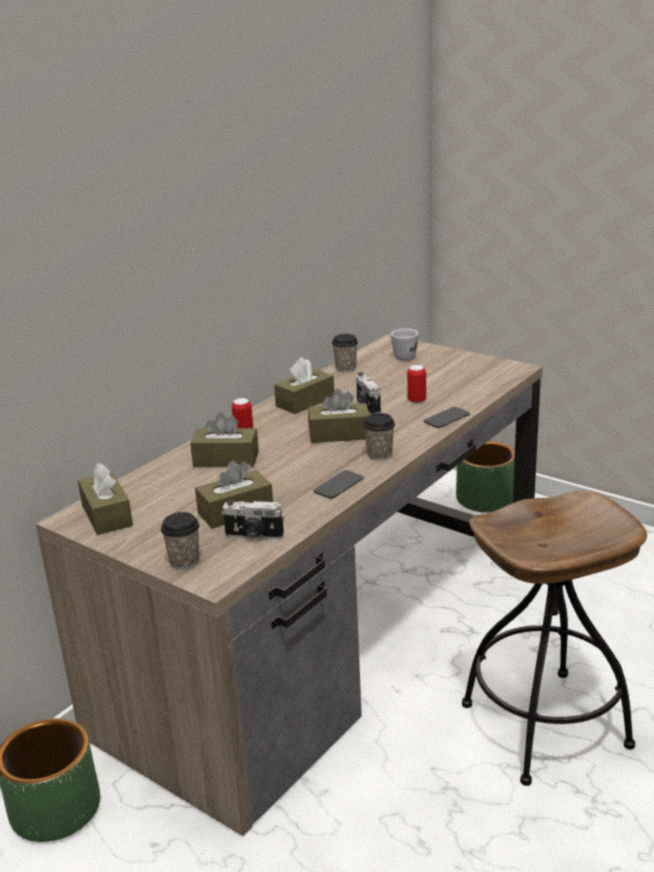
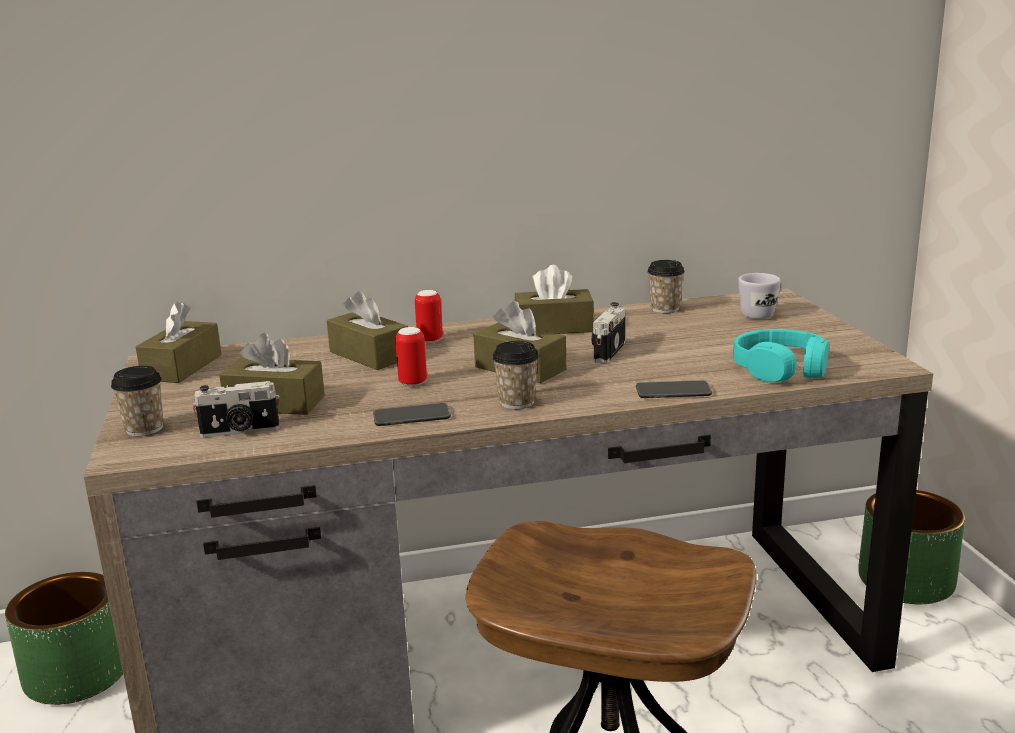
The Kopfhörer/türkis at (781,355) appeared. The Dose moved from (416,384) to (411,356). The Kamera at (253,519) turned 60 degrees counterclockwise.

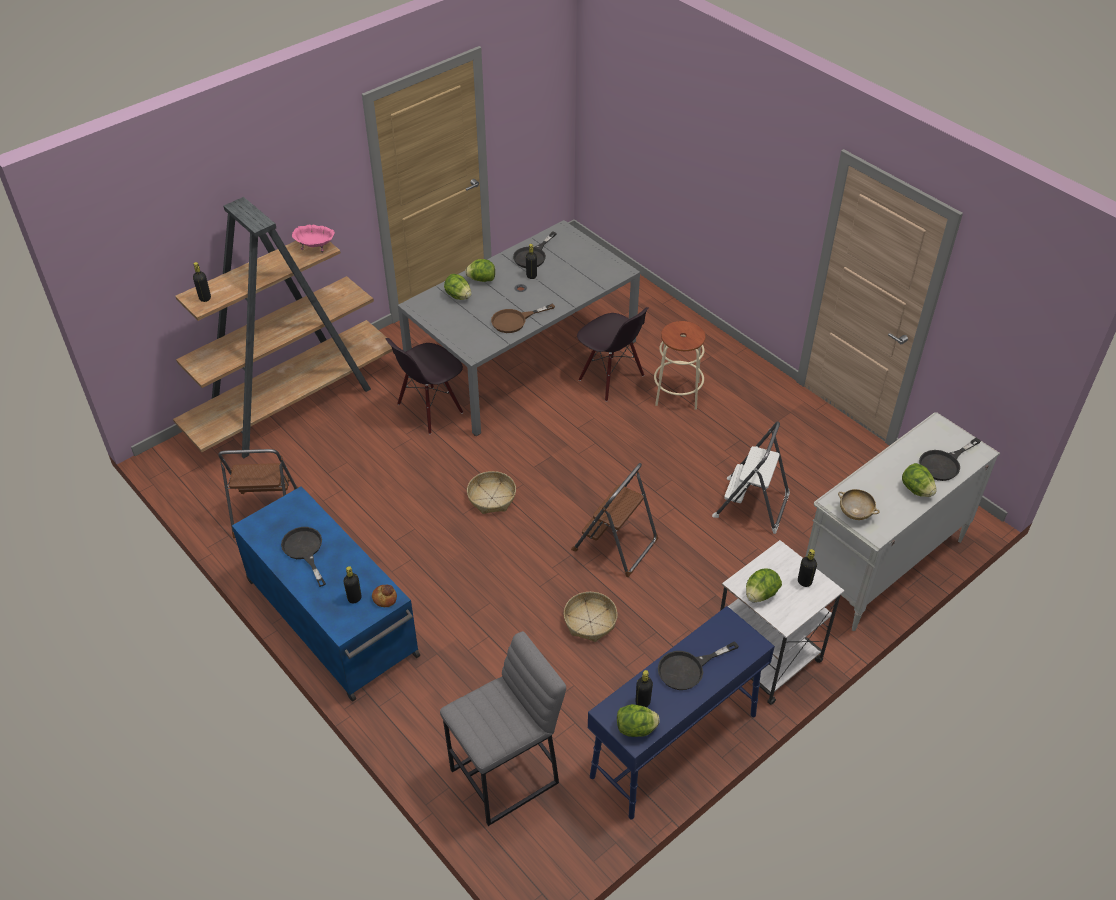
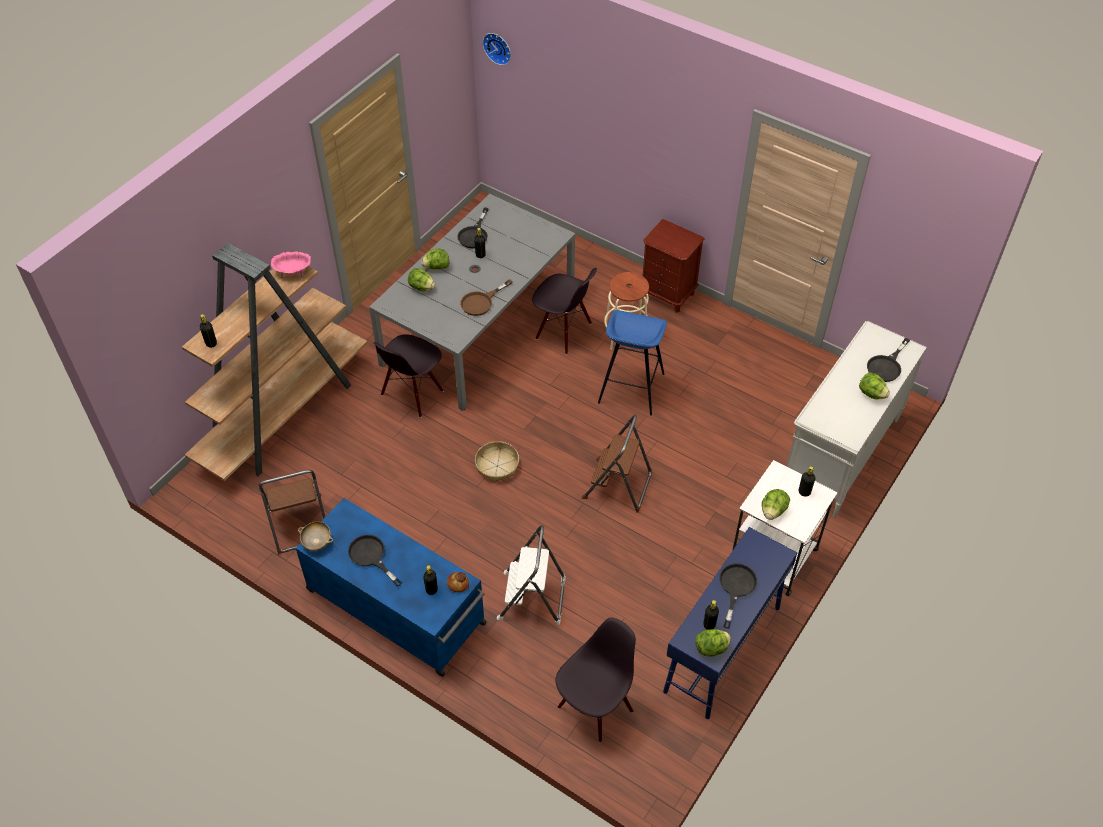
The Korb at (591,617) disappeared. The Wanduhr at (497,49) appeared. The Hocker/blau at (632,362) appeared. The Nachttisch/braun at (674,265) appeared. The Trittleiter/weiß moved from (751,477) to (531,575). The Schüssel/beige moved from (858,504) to (315,536). The Hocker/grau at (503,728) was replaced by the Stuhl/schwarz at (596,680). The Pfanne/schwarz at (698,665) turned 150 degrees clockwise.

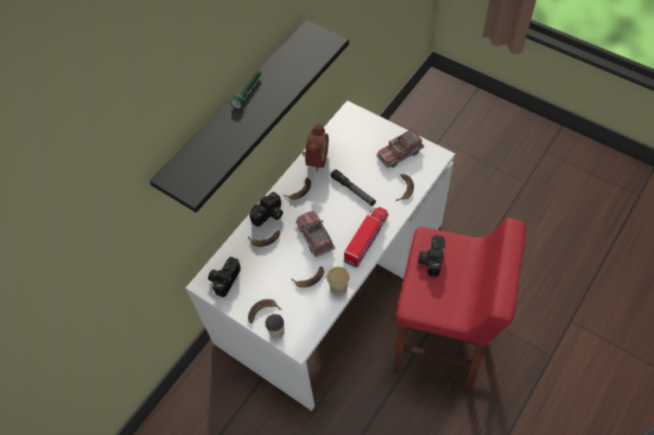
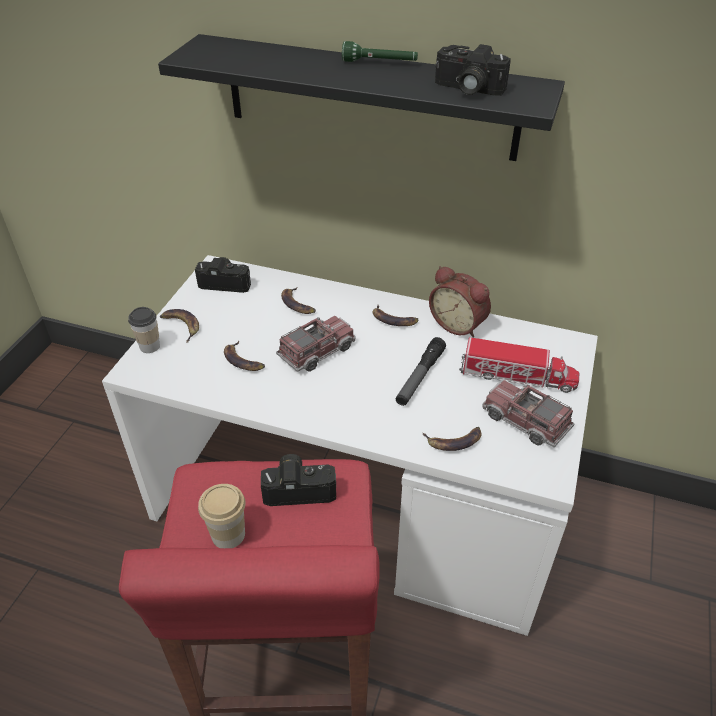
The Kamera moved from (266,209) to (473,70). The Tasse moved from (338,281) to (222,516). The Spielzeuglaster moved from (366,237) to (519,365). The Wecker at (316,147) turned 45 degrees clockwise.

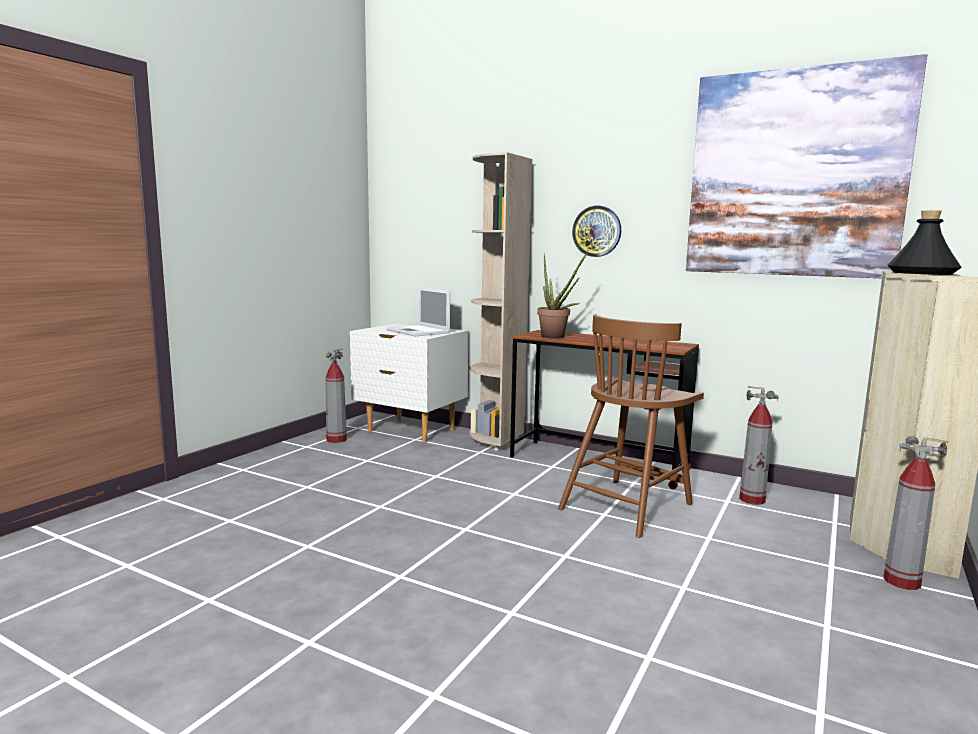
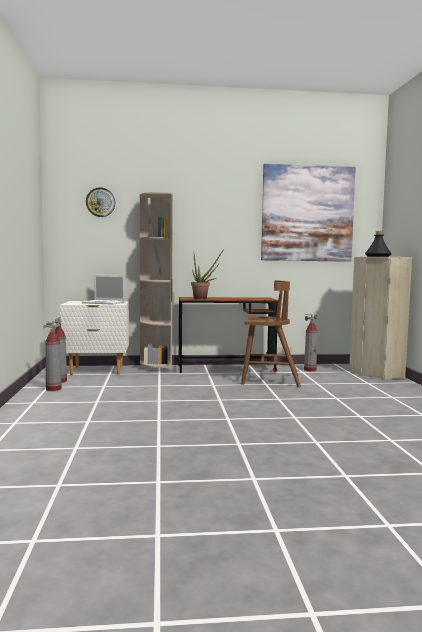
The Wanduhr moved from (596,231) to (100,202). The Feuerlöscher moved from (915,513) to (52,356). The Stuhl/braun at (631,426) turned 90 degrees counterclockwise.

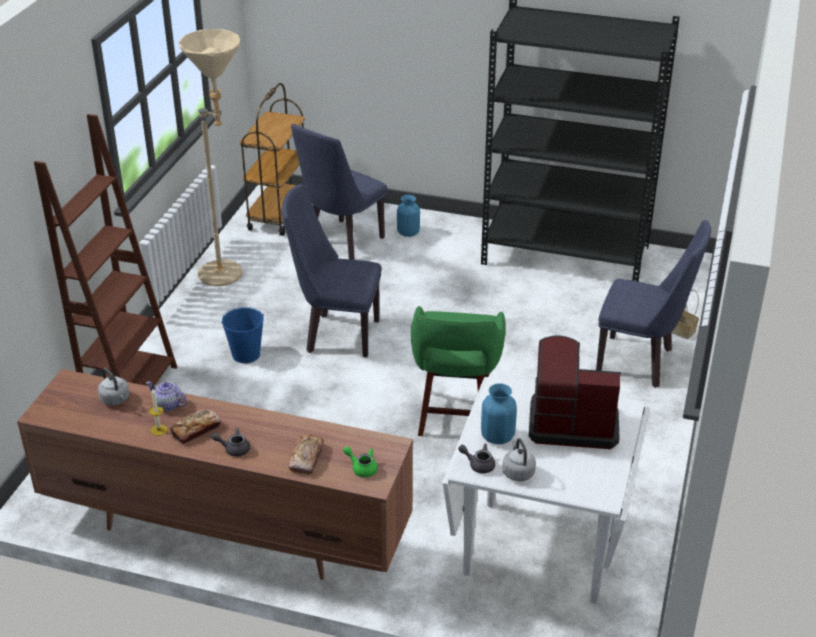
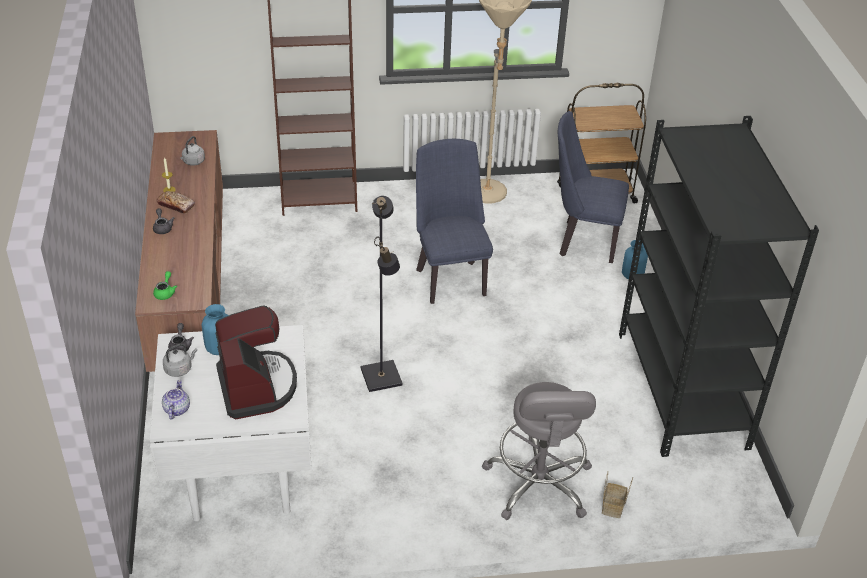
The Eimer/blau at (242,335) disappeared. The Brot at (306,454) disappeared. The Teekanne moved from (166,396) to (176,400). The Hocker/grün at (458,371) was replaced by the Stehlampe/schwarz at (381,294). The Stuhl/blau at (653,304) was replaced by the Hocker/grau at (539,451).

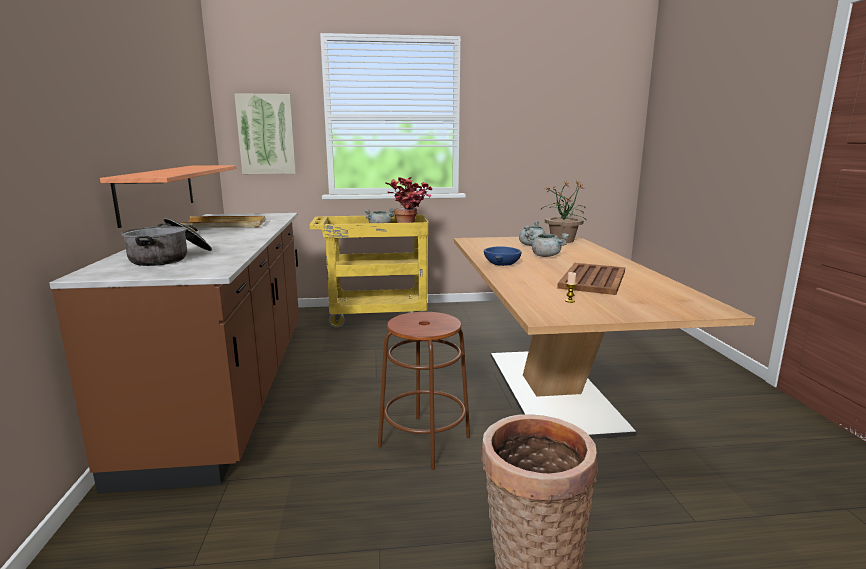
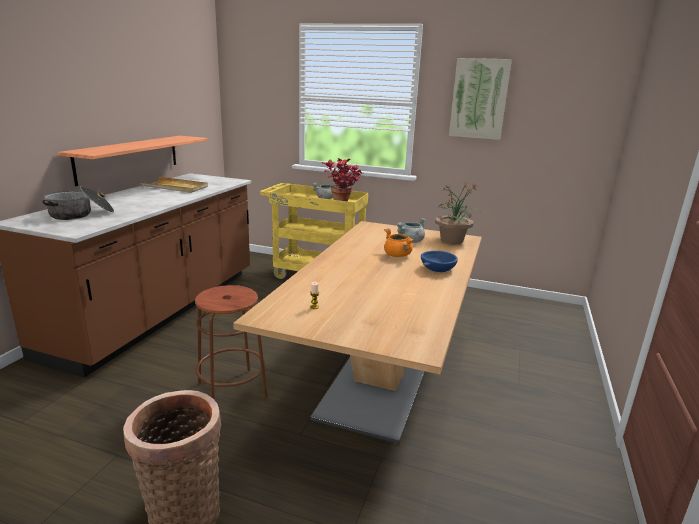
The Tablett/braun at (591,279) disappeared. The Bild moved from (265,133) to (480,99). The Schüssel/blau moved from (503,256) to (439,261). The Kochtopf/grau at (548,243) became the Kochtopf/orange at (399,242).

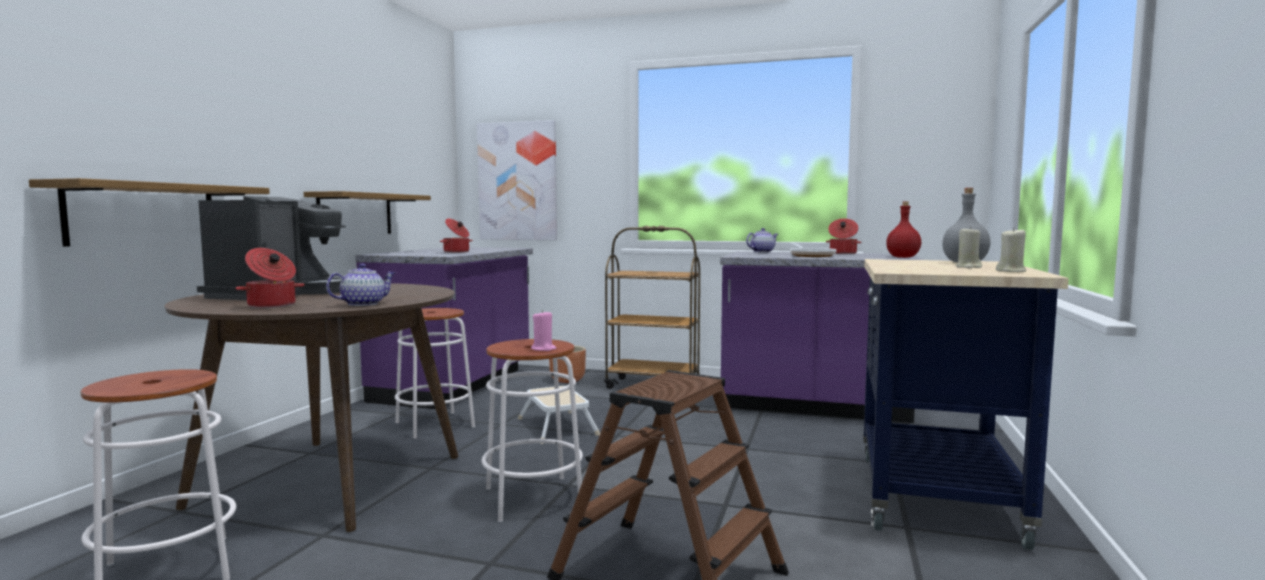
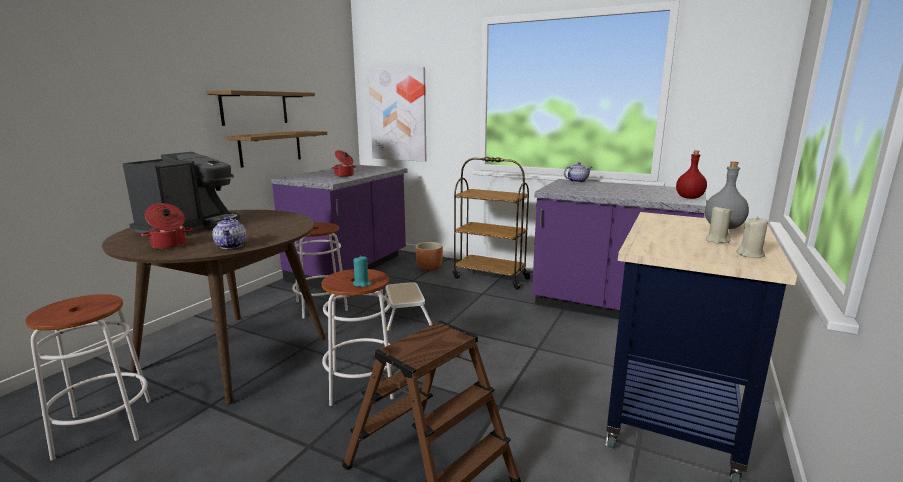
The Pfanne at (813,250) disappeared. The Kochtopf at (844,236) disappeared. The Wandregal moved from (149,212) to (260,108). The Kerze/rosa at (543,330) became the Kerze/türkis at (362,271). The Teekanne at (360,285) turned 105 degrees clockwise.

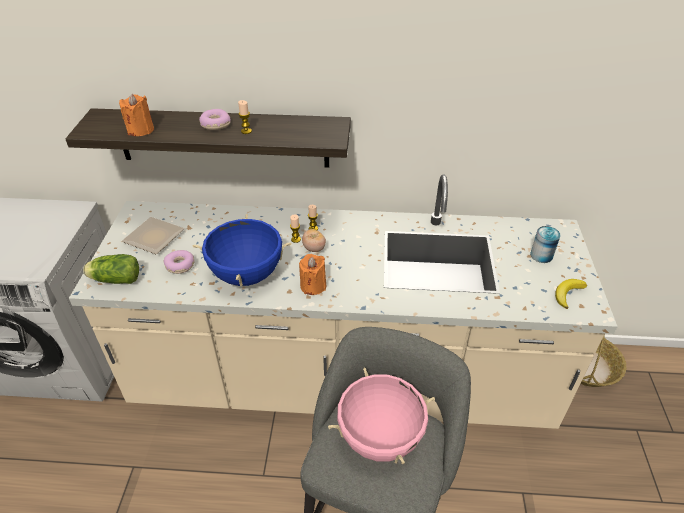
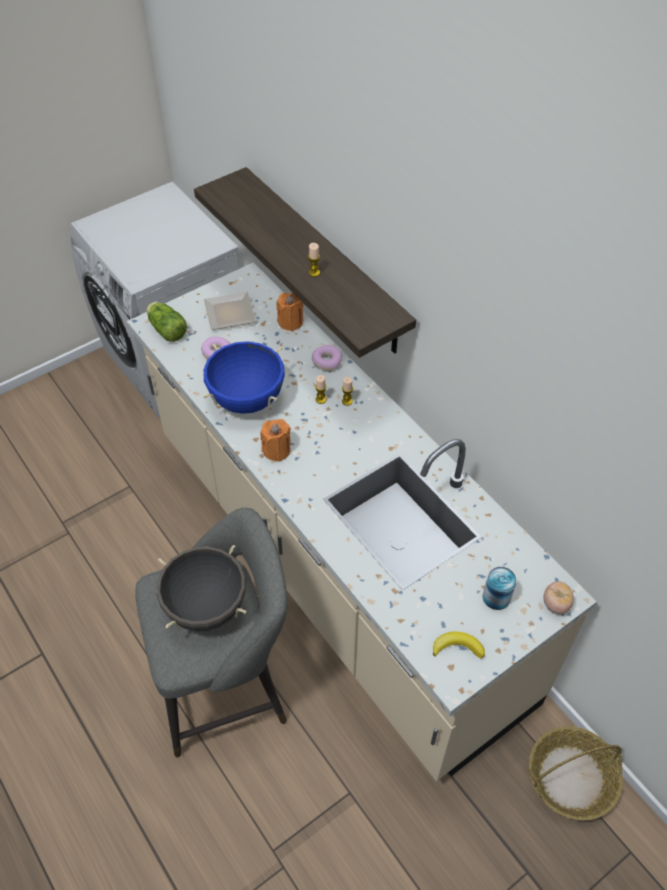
The Kerze/orange moved from (136,114) to (290,312). The Donut moved from (215,119) to (327,358). The Tomate moved from (314,240) to (558,597). The Kochtopf/rosa at (381,416) became the Kochtopf/schwarz at (202,588).

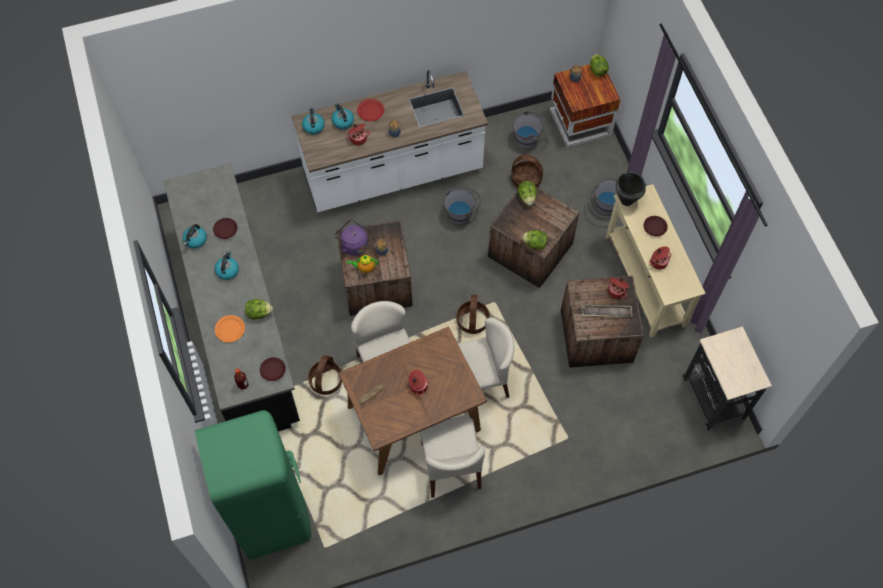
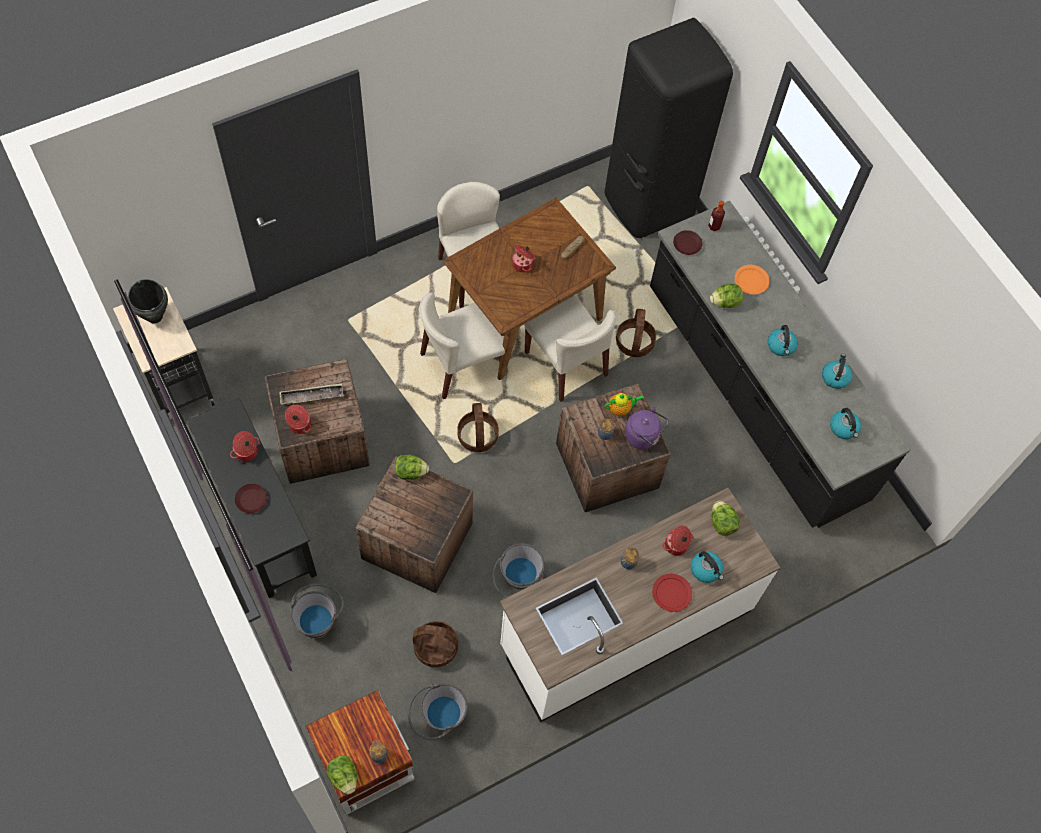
The Teller/braun at (225,228) disappeared. The Wasserkessel moved from (313,120) to (845,423). The Salatkopf moved from (527,193) to (725,518). The Kochtopf/schwarz moved from (630,189) to (148,301). The Kühlschrank/grün at (253,485) became the Kühlschrank/schwarz at (669,128). The Konsolentisch/beige at (656,261) became the Konsolentisch/schwarz at (251,498).

